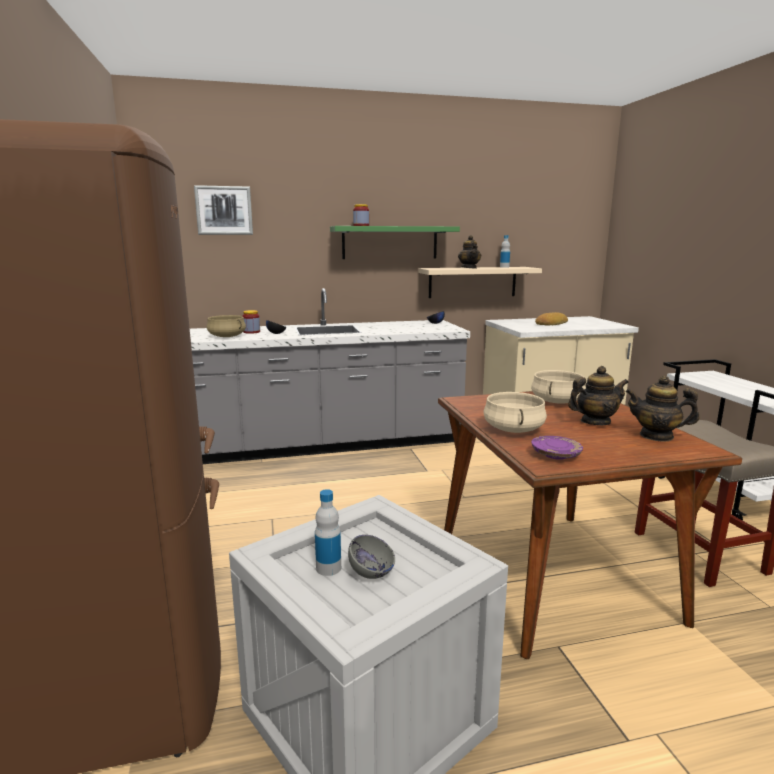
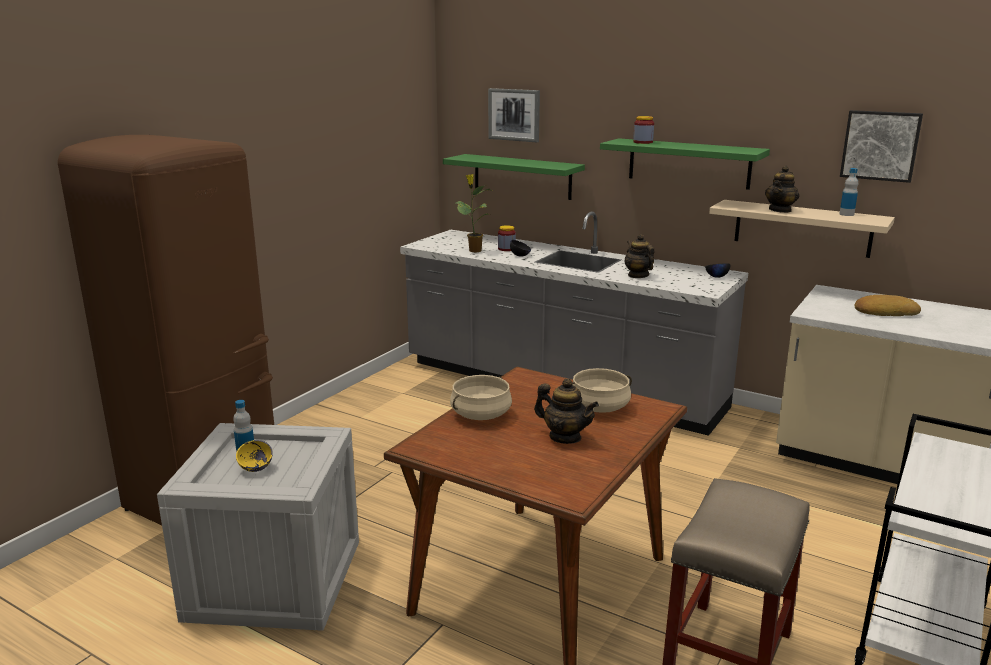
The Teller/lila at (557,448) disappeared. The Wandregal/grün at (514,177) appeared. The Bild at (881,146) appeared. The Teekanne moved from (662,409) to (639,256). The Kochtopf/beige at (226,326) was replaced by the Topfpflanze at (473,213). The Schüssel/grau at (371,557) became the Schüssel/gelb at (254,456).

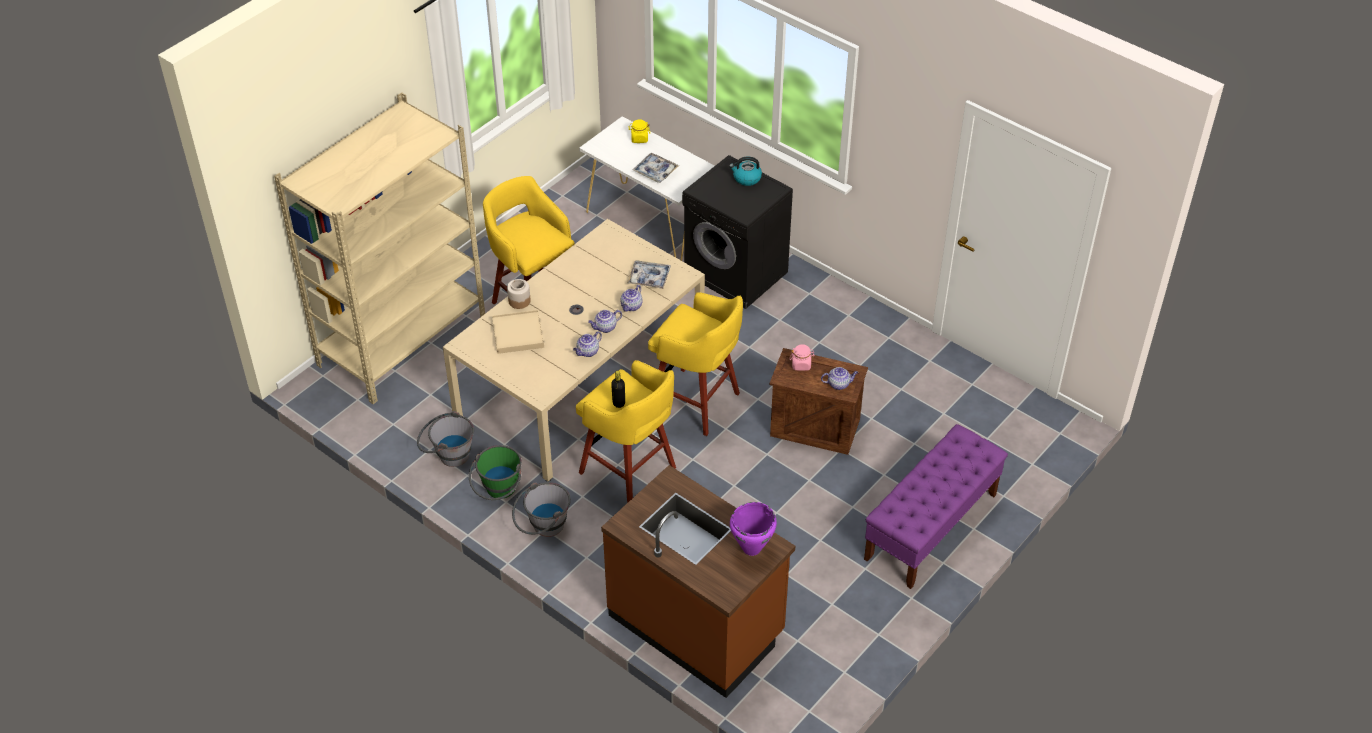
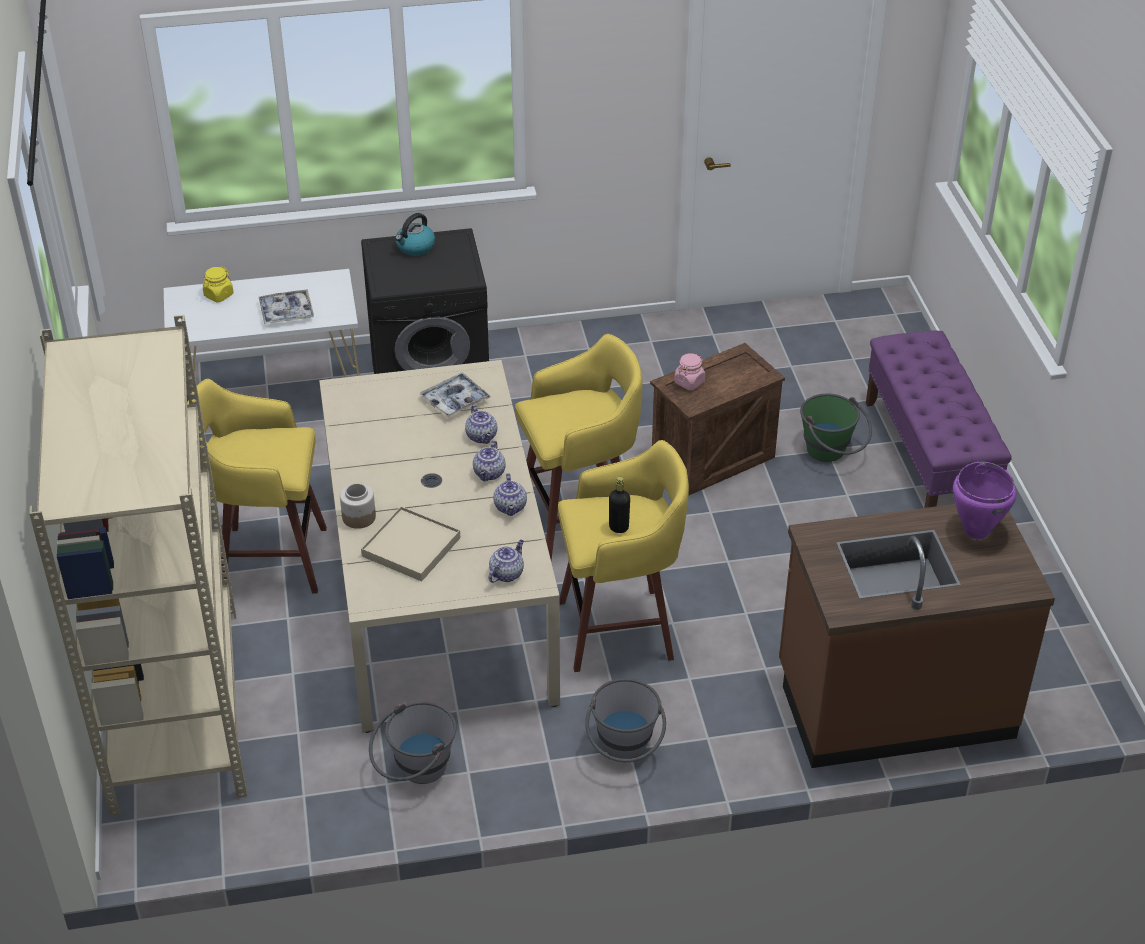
The Eimer/grün moved from (495,472) to (836,428). The Teekanne moved from (839,378) to (506,561).

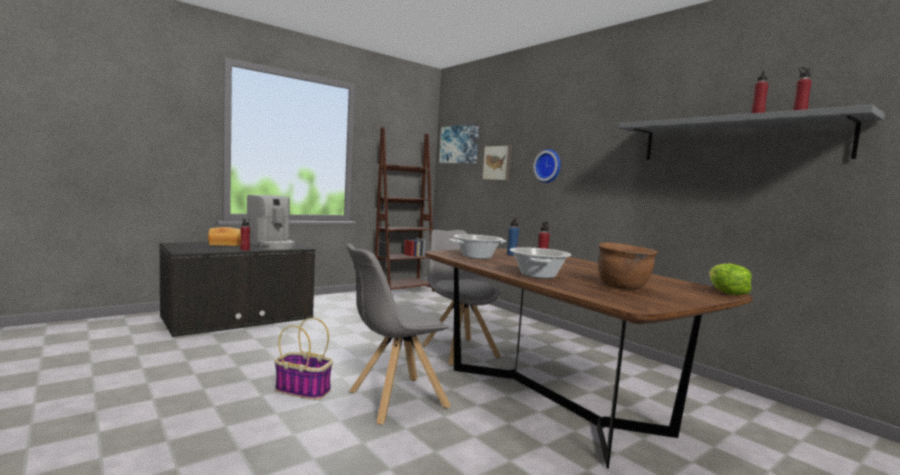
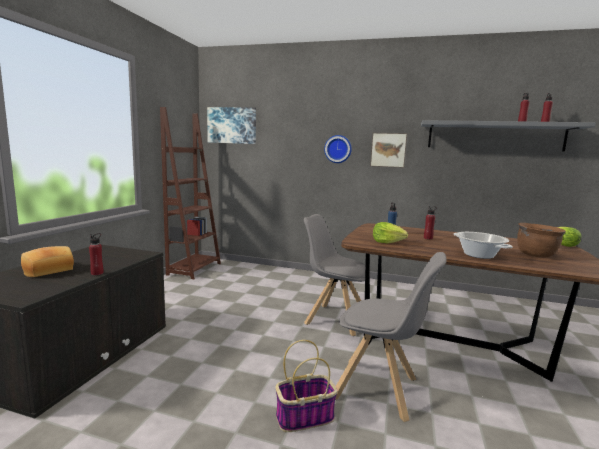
The Kaffeemaschine at (271,222) disappeared. The Bild moved from (497,163) to (388,150). The Kochtopf at (477,246) was replaced by the Salatkopf at (390,232). The Stuhl/grau at (398,334) turned 90 degrees counterclockwise.

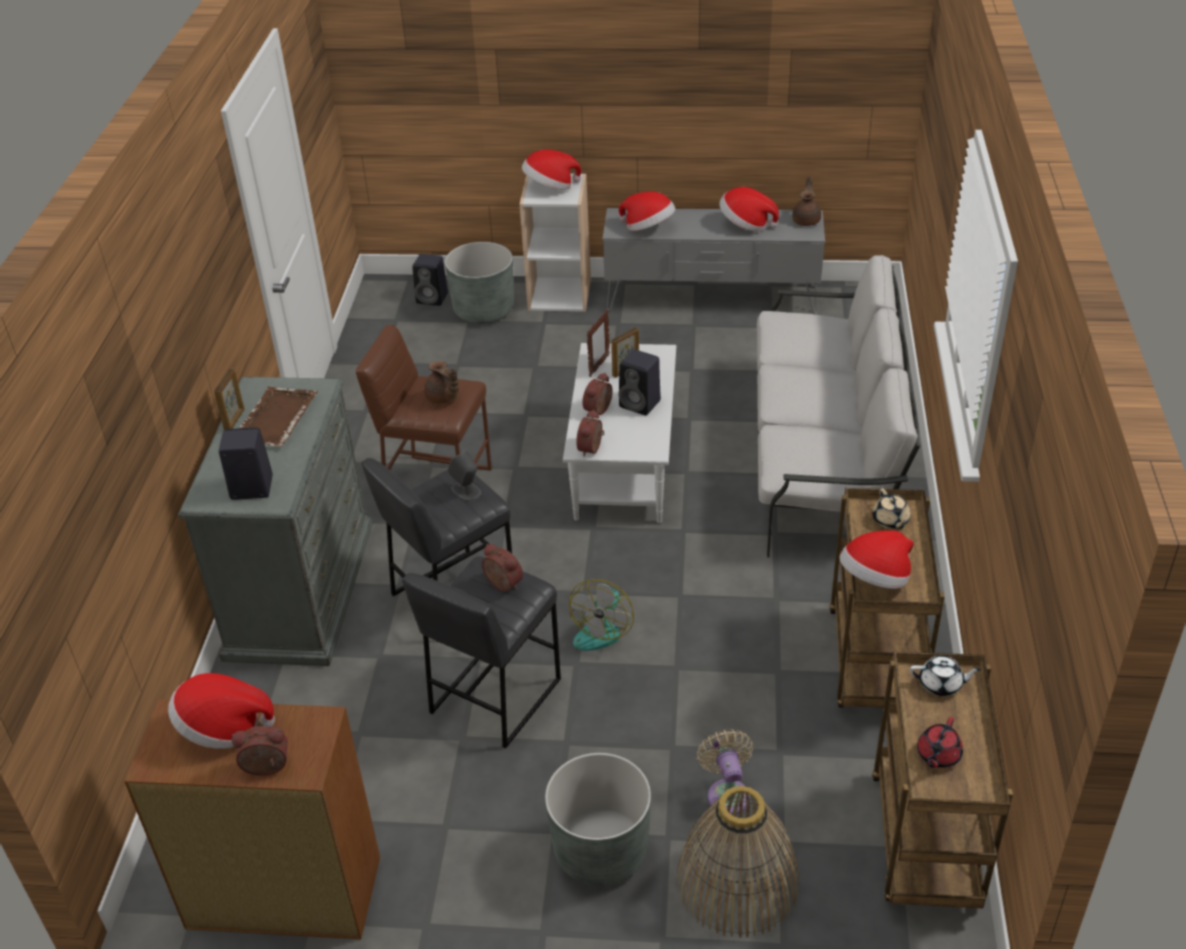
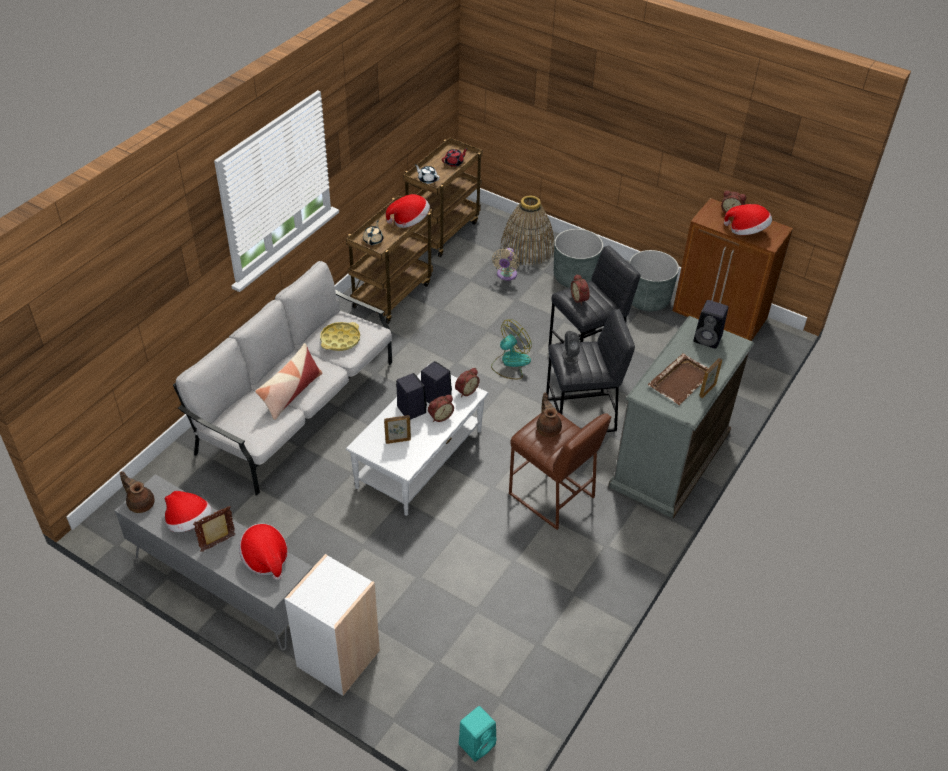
The Hut at (551,169) disappeared. The Kissen at (289,381) appeared. The Tablett/gelb at (340,336) appeared. The Lautsprecher/türkis at (478,734) appeared. The Lautsprecher/schwarz moved from (430,280) to (436,382). The Pflanzkübel/grau moved from (479,283) to (654,281). The Bilderrahmen moved from (598,343) to (214,529). The Teekanne/braun at (806,201) turned 90 degrees clockwise.

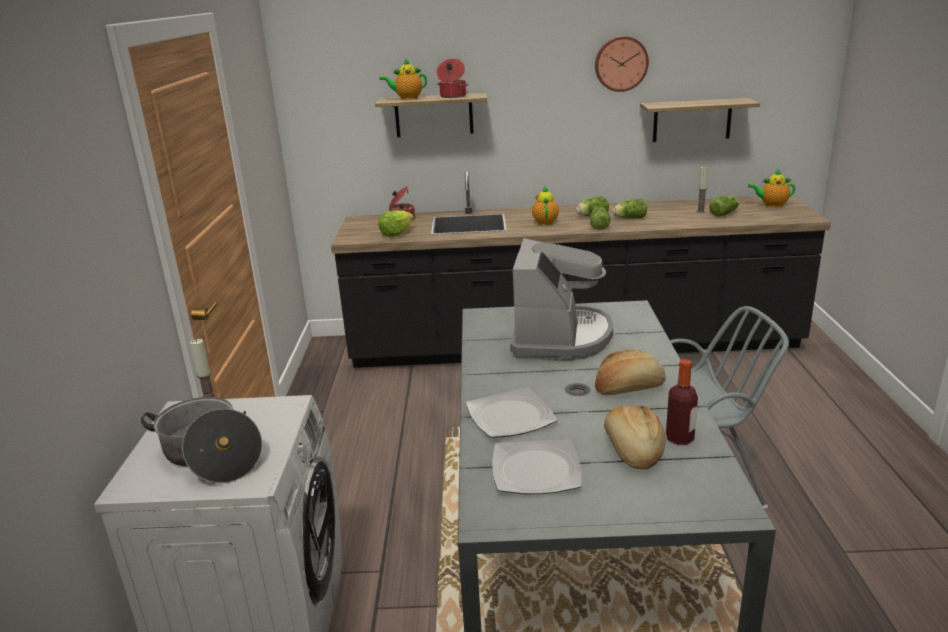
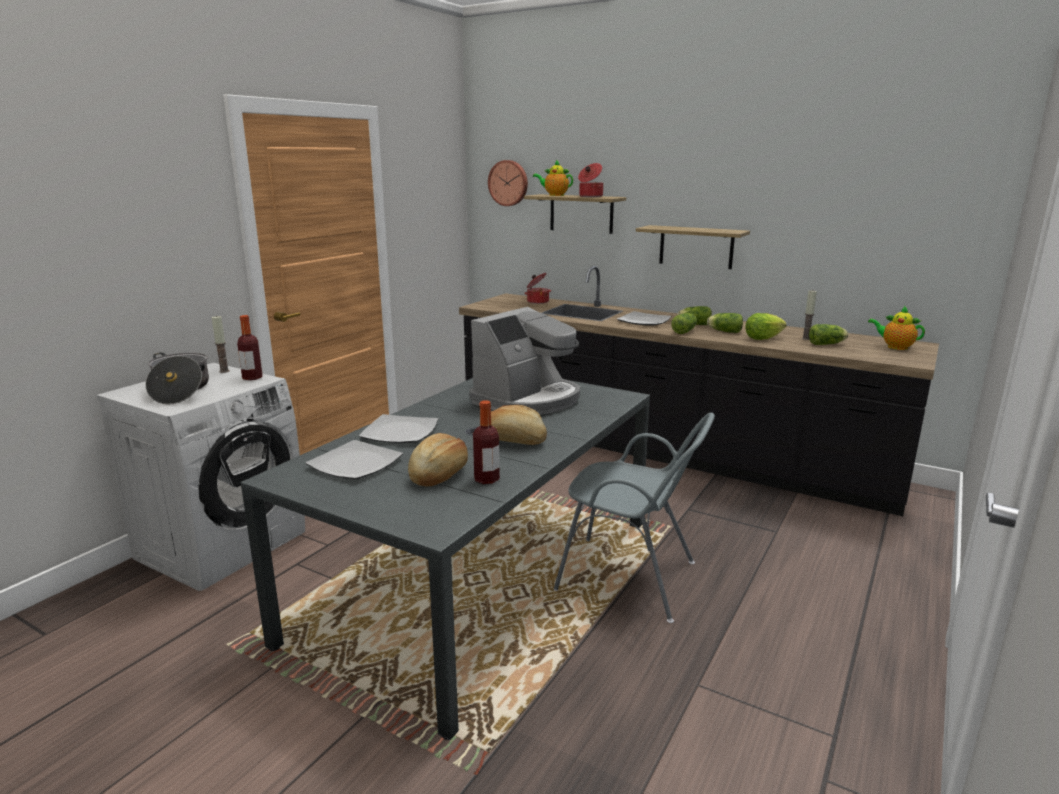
The Flasche at (249,347) appeared. The Salatkopf moved from (396,223) to (766,326). The Wanduhr moved from (622,64) to (508,183). The Wandregal moved from (700,120) to (693,247). The Teekanne at (545,206) was replaced by the Teller at (644,318).

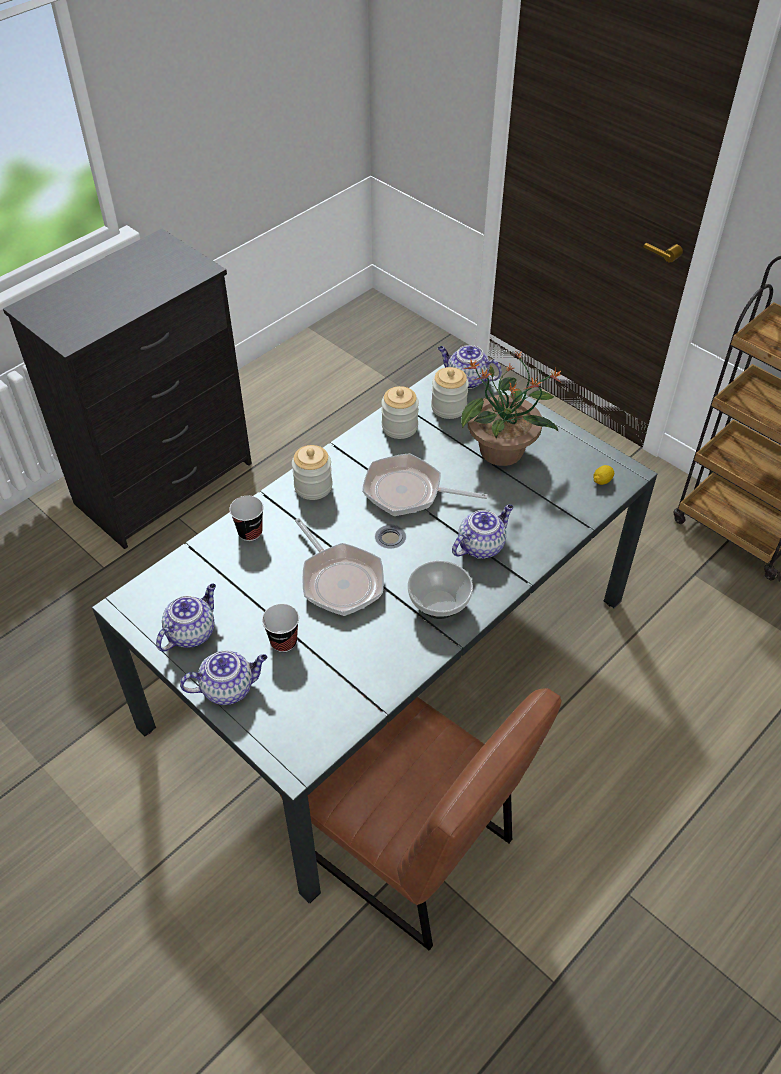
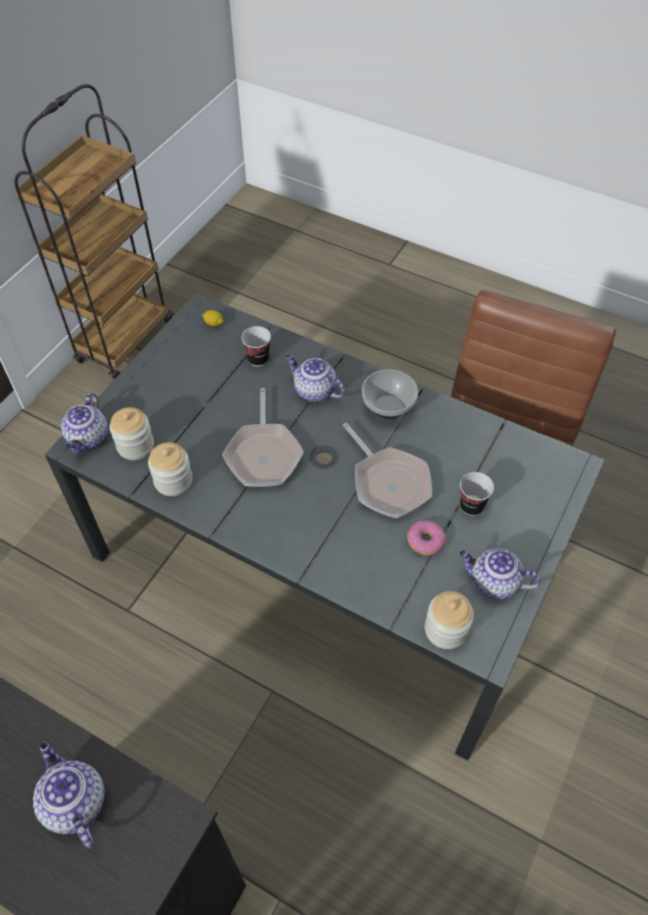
The Topfpflanze at (512,409) disappeared. The Donut at (426,537) appeared. The Teekanne moved from (223,677) to (69,794). The Tasse moved from (246,518) to (256,346). The Vorratsglas moved from (312,472) to (449,620). The Pfanne at (339,567) turned 105 degrees clockwise.

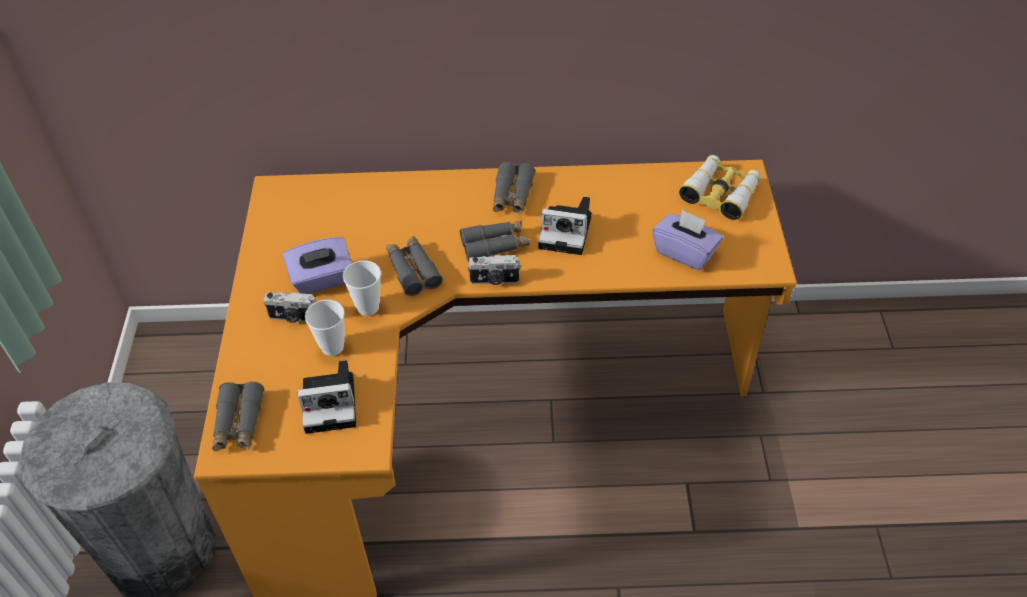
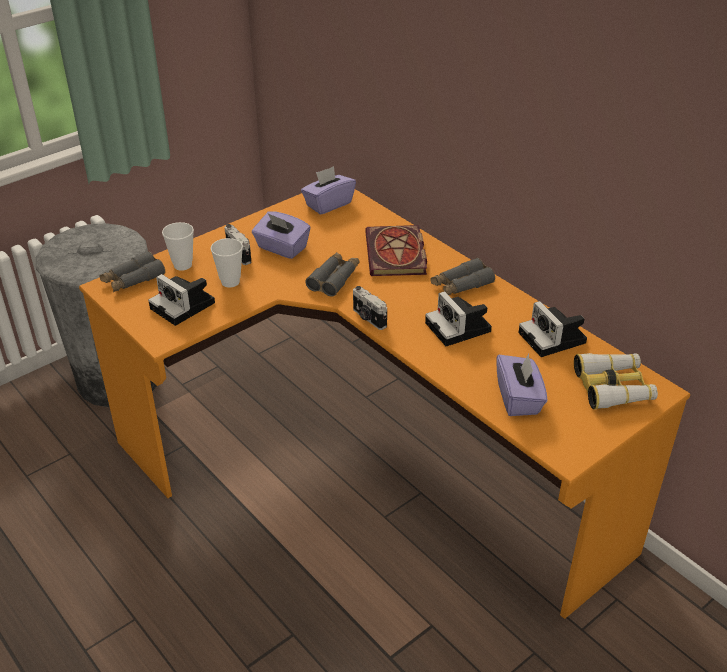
The Fernglas/grau at (495,241) disappeared. The Taschentuchbox/lila at (328,190) appeared. The Buch at (396,250) appeared. The Kamera at (553,329) appeared. The Tasse moved from (362,288) to (178,246).

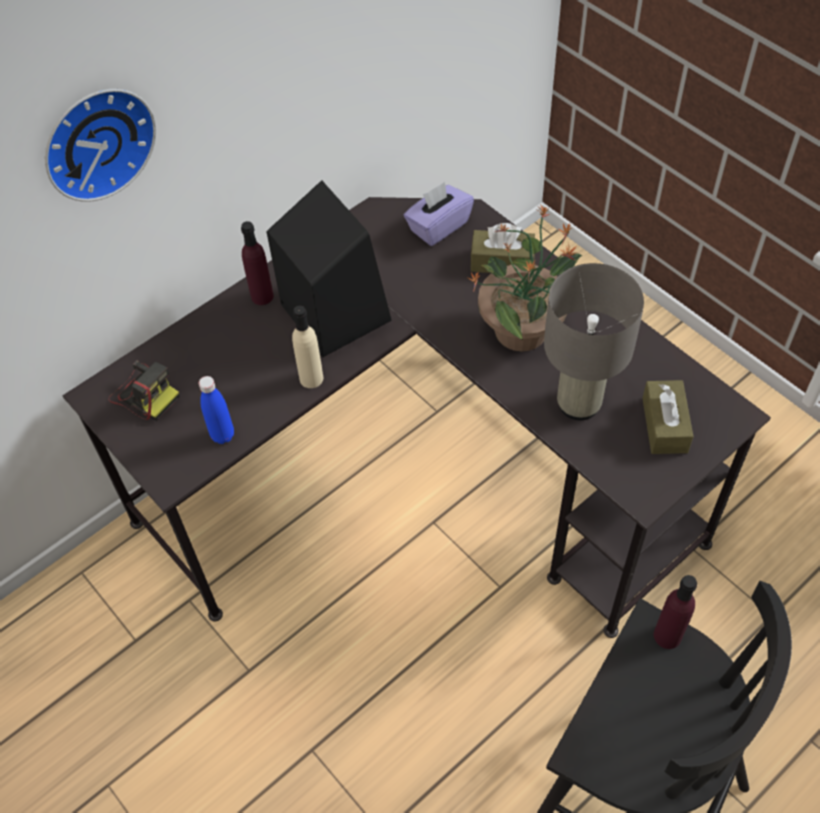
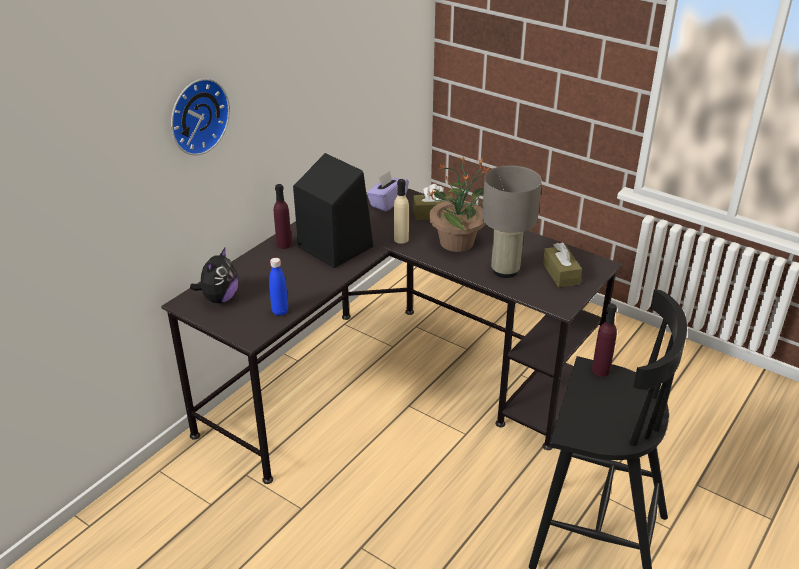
The Flasche/beige moved from (307,347) to (401,211). The Kamera at (144,390) was replaced by the Plüschtier at (214,275).

